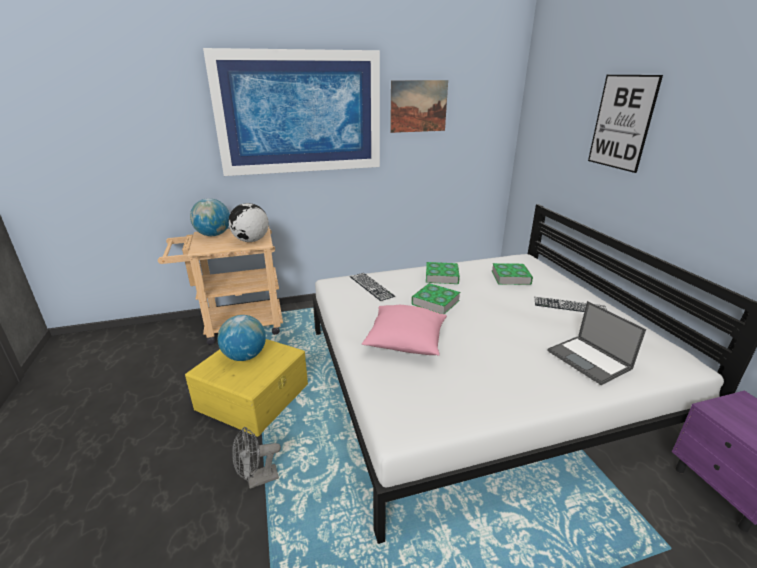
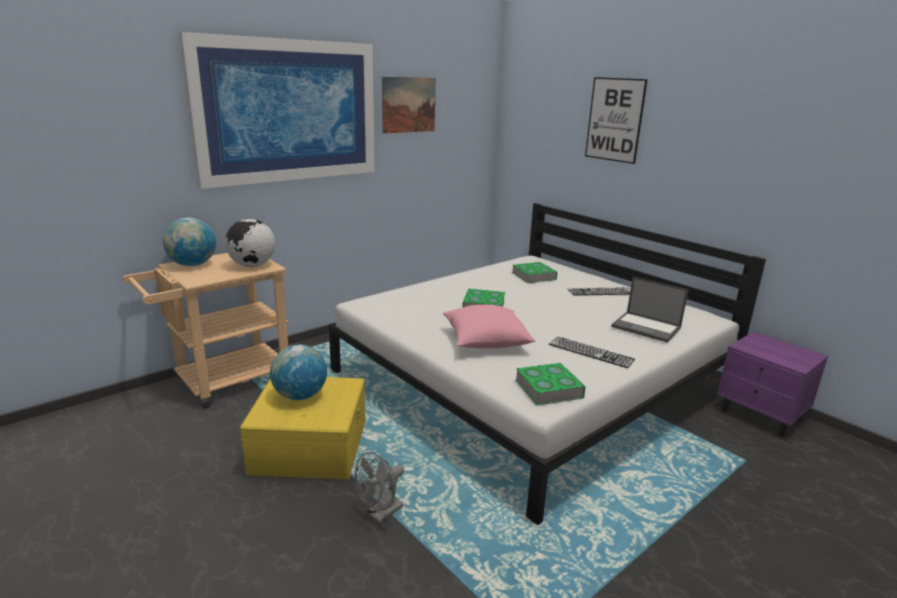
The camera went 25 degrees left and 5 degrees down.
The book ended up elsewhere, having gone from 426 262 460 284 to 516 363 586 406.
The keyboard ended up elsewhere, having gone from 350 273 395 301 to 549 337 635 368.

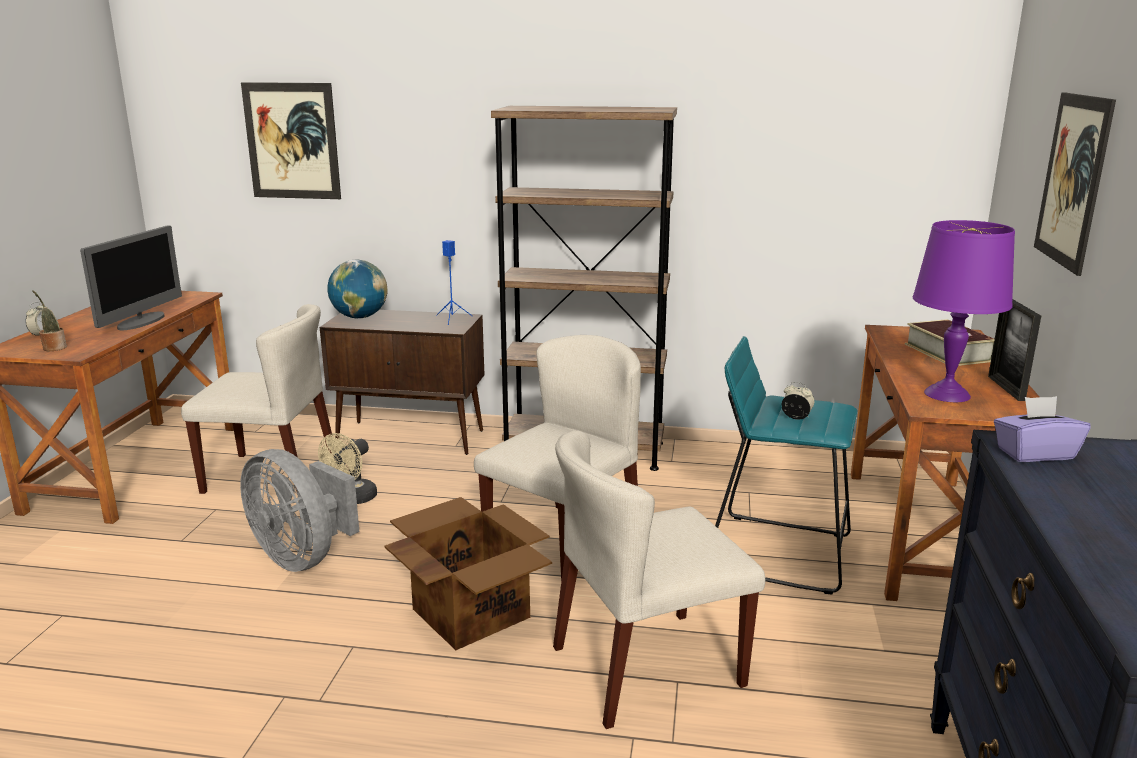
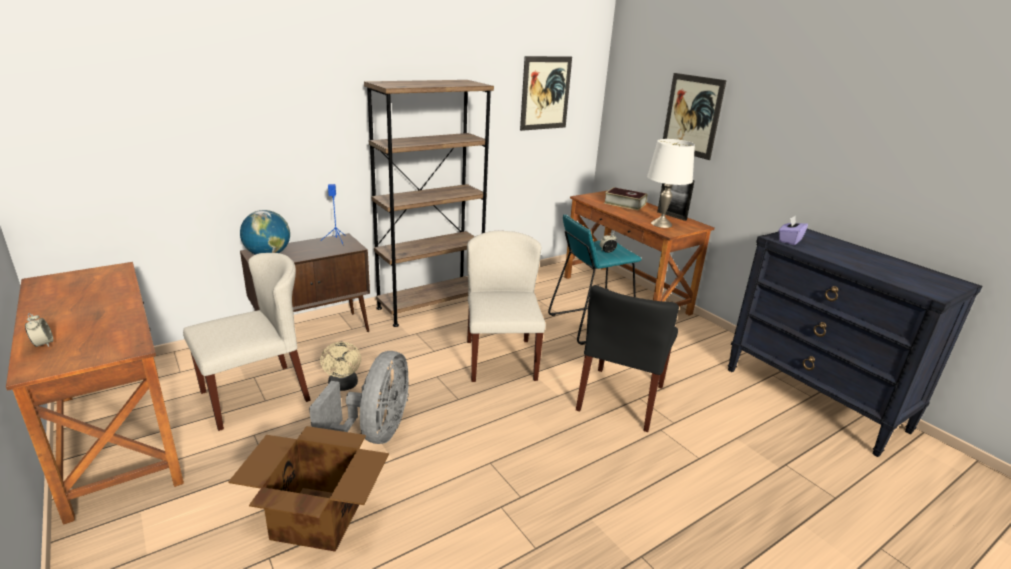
The camera went 45 degrees left and 5 degrees up.
The cardboard box ended up elsewhere, having gone from 384 497 552 650 to 228 426 389 552.
The grey fan at 240 449 359 572 ended up facing another way, 75 degrees counterclockwise from before.
The picture ended up elsewhere, having gone from 241 82 341 199 to 520 56 572 131.
What was the beige chair at 553 431 765 729 turned into the black chair at 576 285 679 432.
What was the purple table lamp at 913 220 1015 402 turned into the white table lamp at 647 139 695 228.
The second view lost the potted plant at 32 290 67 351.
The second view lost the monitor at 80 226 182 330.

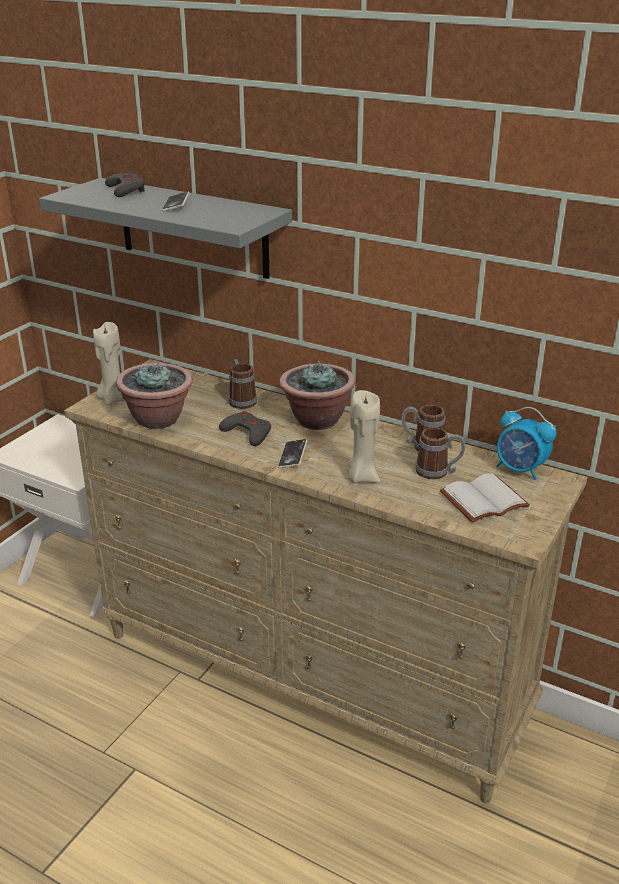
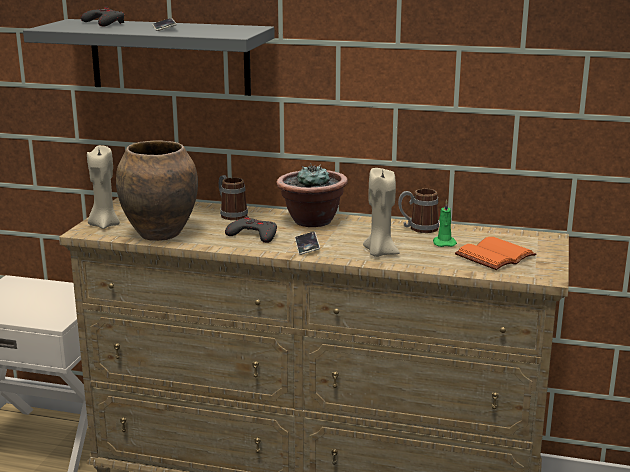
The camera went 15 degrees left and 10 degrees down.
Where the potted plant stood at 116 362 193 429, the brown vase came to stand at 116 141 198 241.
Where the mug stood at 415 427 465 479, the green candle came to stand at 433 200 457 247.
What was the white book at 440 473 530 522 turned into the orange book at 455 237 536 270.
The second view lost the alarm clock at 496 407 557 480.

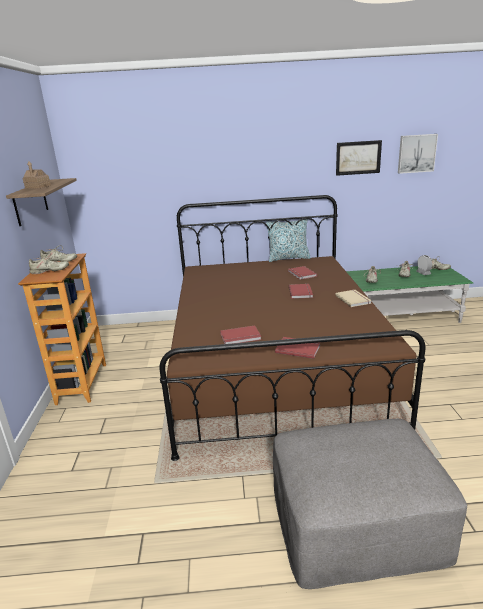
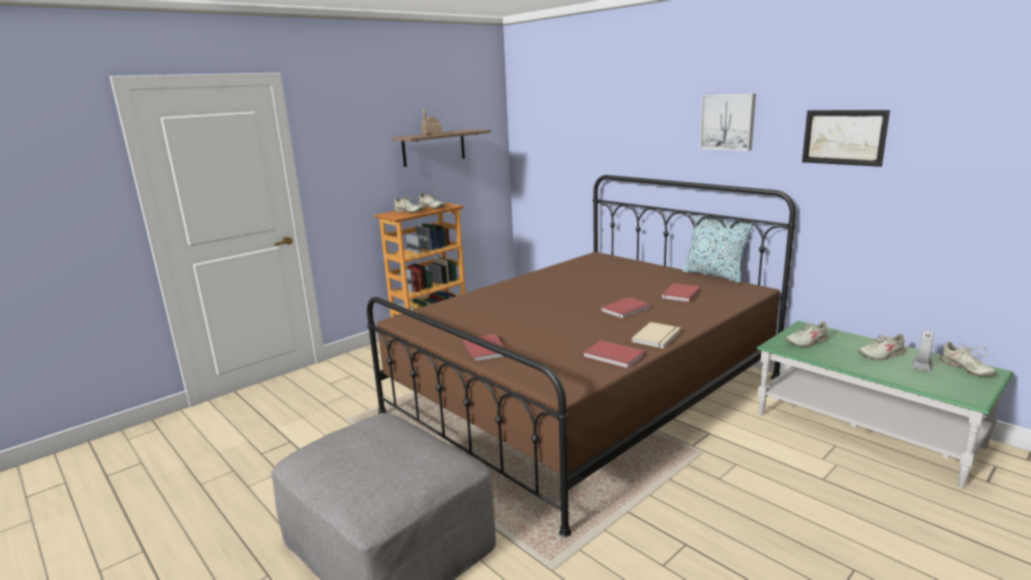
The camera went 50 degrees right and 5 degrees down.
The red book ended up elsewhere, having gone from 220 325 261 344 to 583 340 645 369.
The picture ended up elsewhere, having gone from 398 134 438 174 to 700 94 756 151.

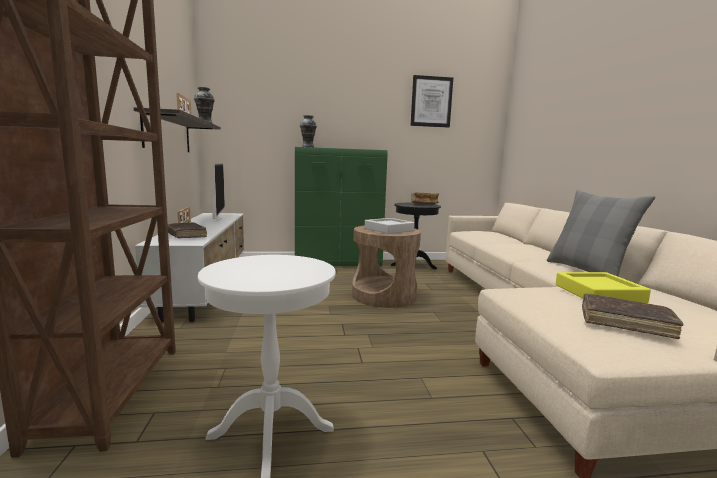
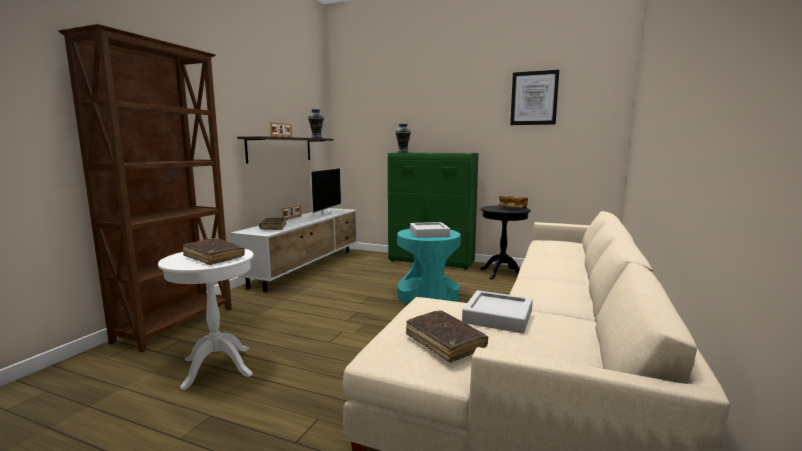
The camera went 30 degrees right and 0 degrees up.
The second view gained the brown book at 183 238 245 265.
What was the brown side table at 352 225 421 308 turned into the turquoise side table at 397 229 461 304.
What was the yellow tray at 556 272 651 303 turned into the grey tray at 462 290 533 334.
The second view lost the grey pillow at 547 190 655 276.

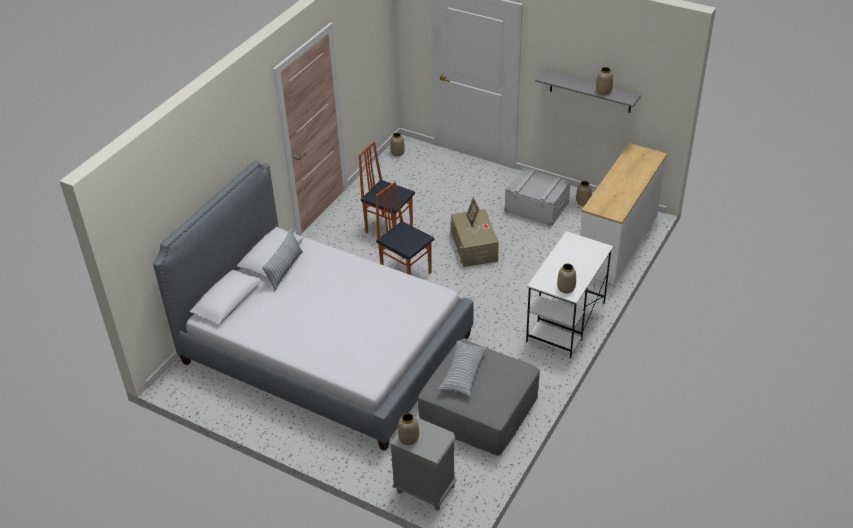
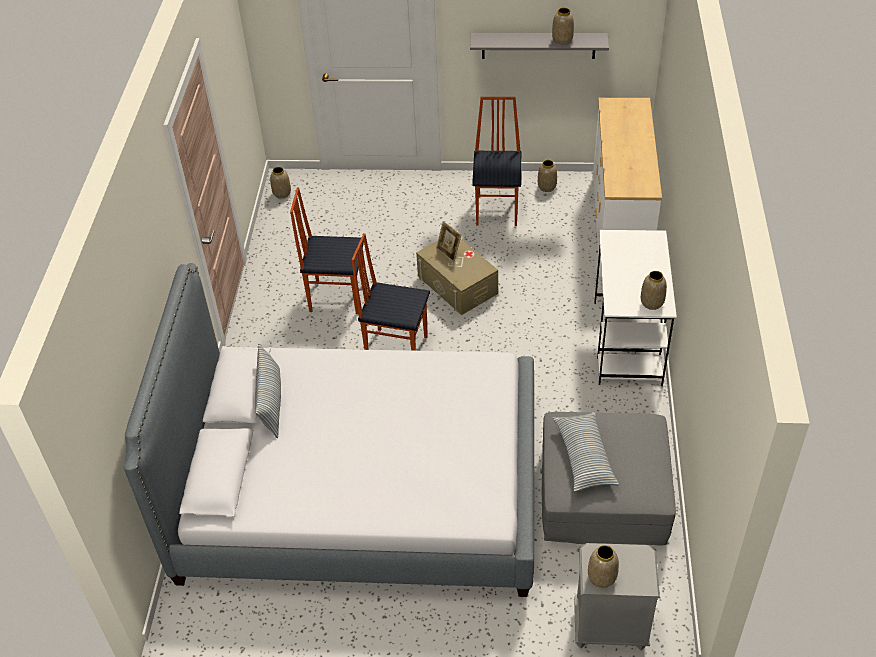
The camera went 25 degrees left and 5 degrees up.
Where the grey storage box stood at 504 168 571 226, the chair came to stand at 472 97 521 226.

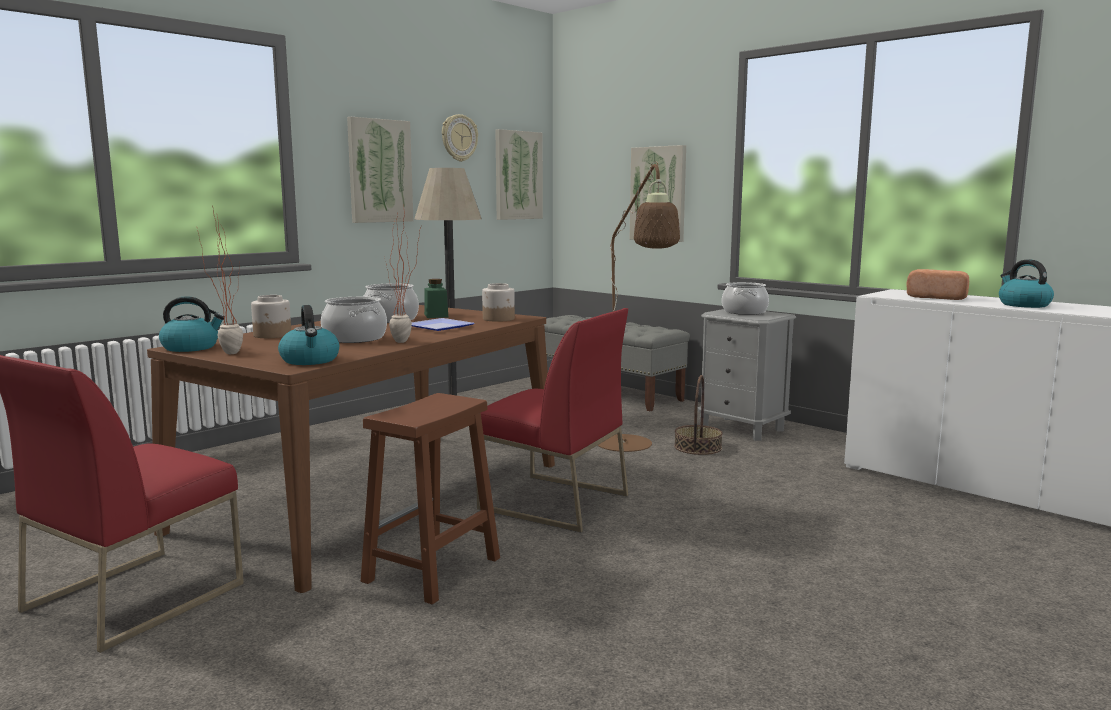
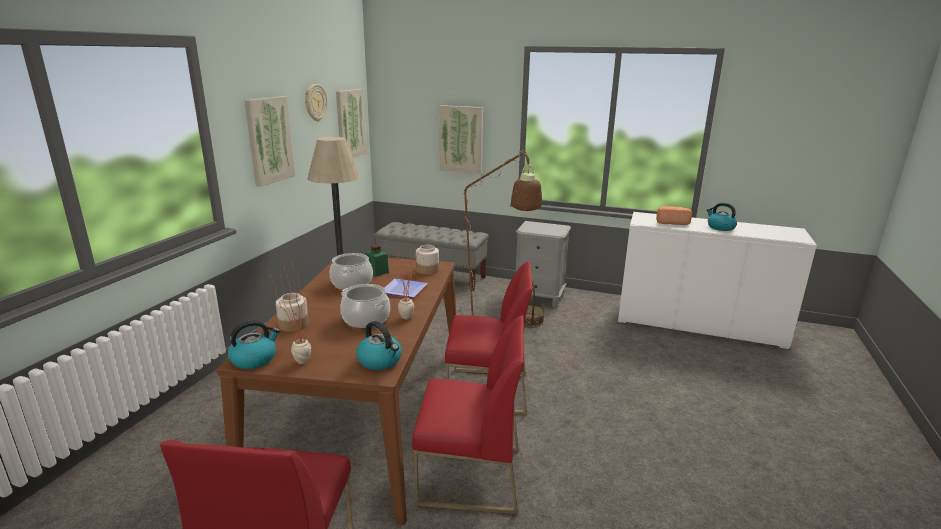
The camera went 25 degrees left and 10 degrees up.
Where the brown stool stood at 361 393 500 605, the red chair came to stand at 412 315 524 514.
The second view lost the cooking pot at 722 282 769 315.

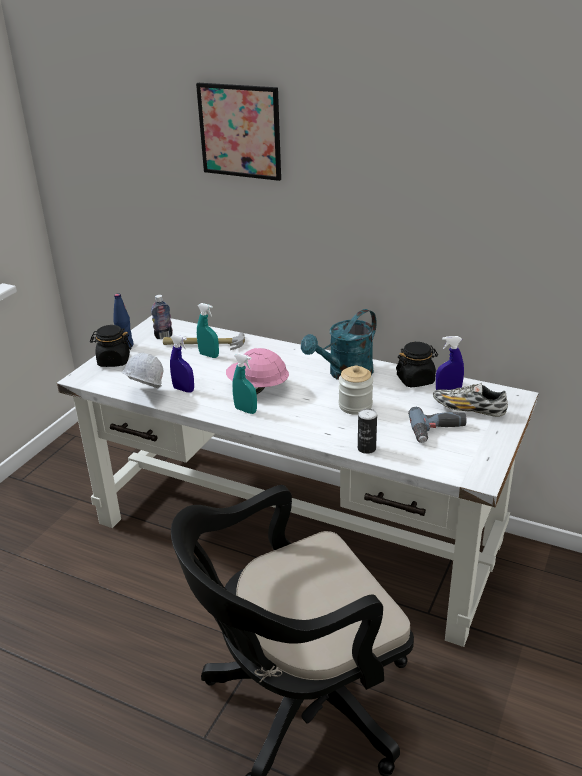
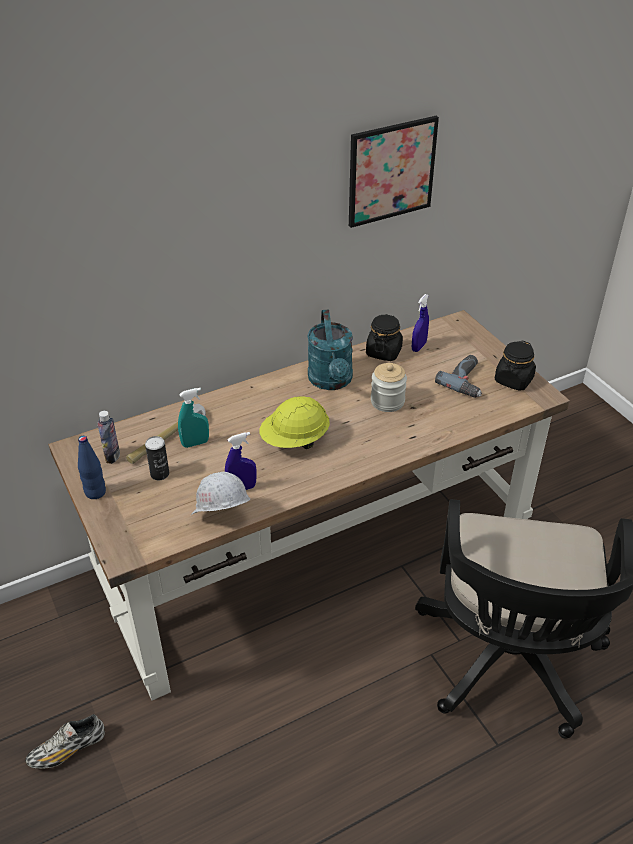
The camera went 55 degrees left and 10 degrees up.
The shoe ended up elsewhere, having gone from 433 383 508 417 to 25 714 105 769.
What was the white desk at 57 315 538 647 turned into the brown desk at 48 310 570 700.
The can ended up elsewhere, having gone from 358 408 377 454 to 145 436 169 480.
What was the pink hard hat at 226 348 289 394 turned into the yellow hard hat at 260 396 330 449.
The picture ended up elsewhere, having gone from 196 83 281 181 to 349 116 439 228.
The black jar ended up elsewhere, having gone from 90 325 132 367 to 495 340 536 391.
The second view lost the turquoise spray bottle at 232 353 257 414.

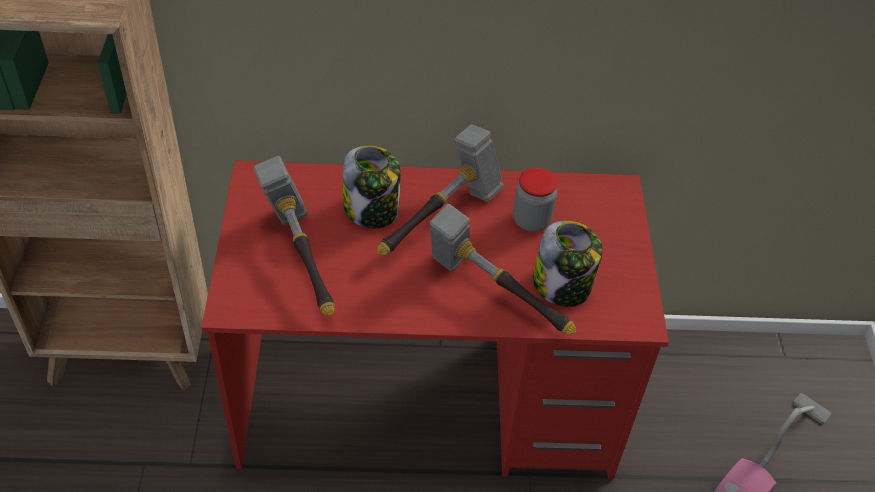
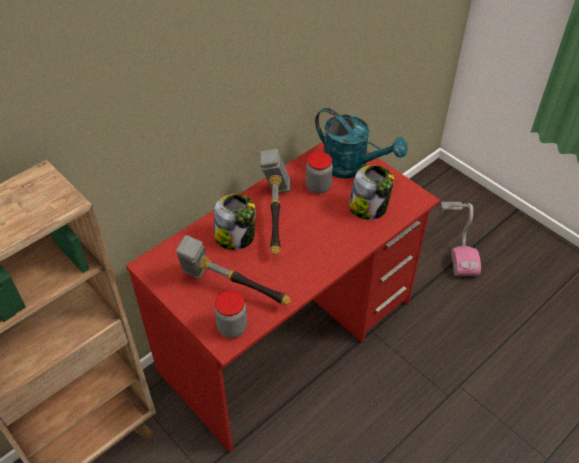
The camera went 40 degrees left and 0 degrees up.
The second view gained the jar at 214 291 247 338.
The second view gained the turquoise watering can at 315 108 408 179.
The second view lost the hammer at 430 204 576 335.

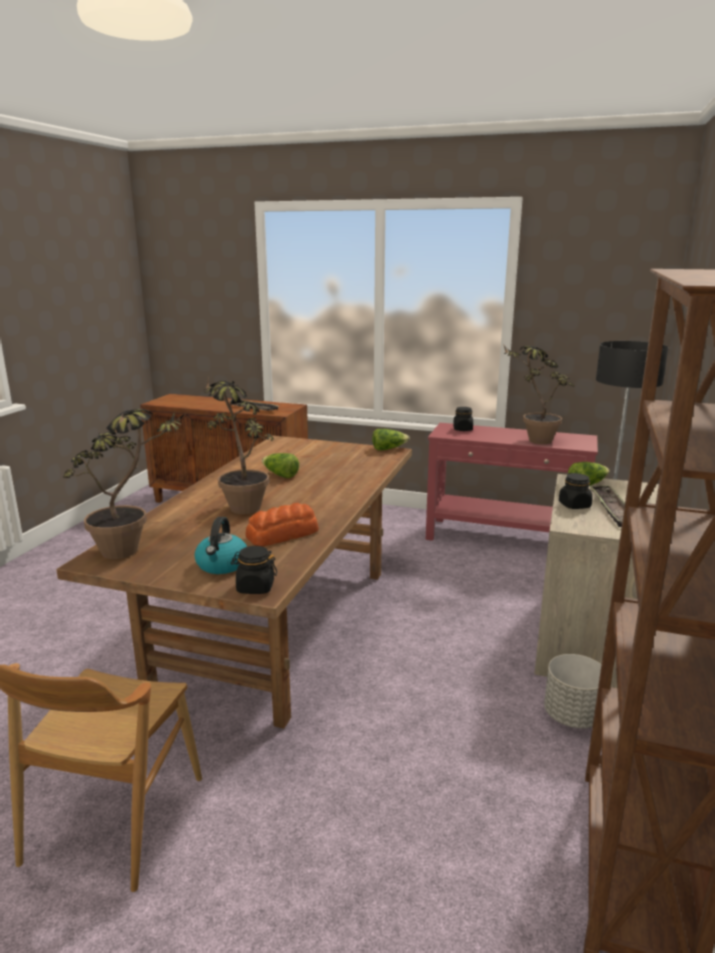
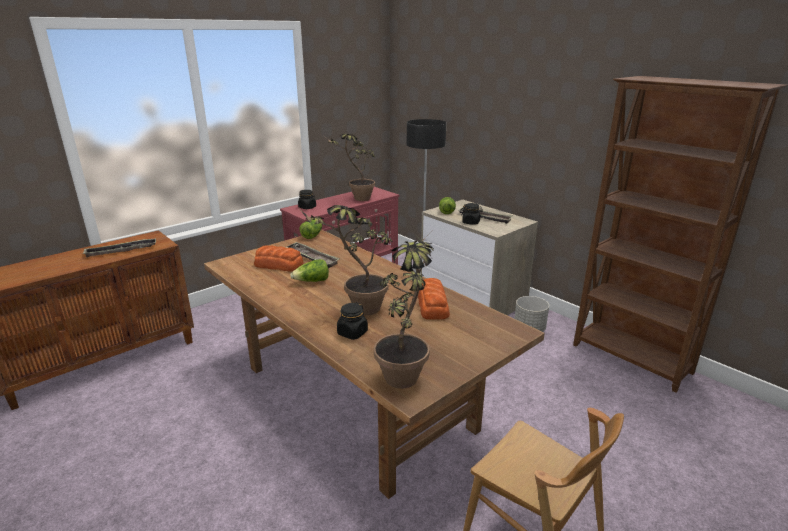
The camera went 60 degrees left and 5 degrees up.
The second view gained the bread at 254 245 304 272.
The second view gained the tray at 286 242 339 268.
The black jar ended up elsewhere, having gone from 231 546 277 594 to 337 302 368 340.
The second view lost the kettle at 195 517 247 574.

